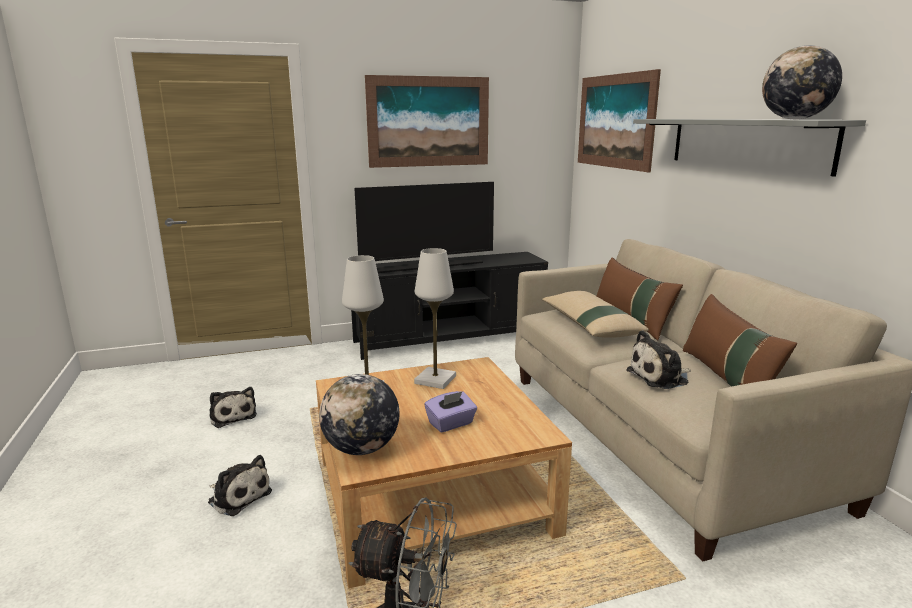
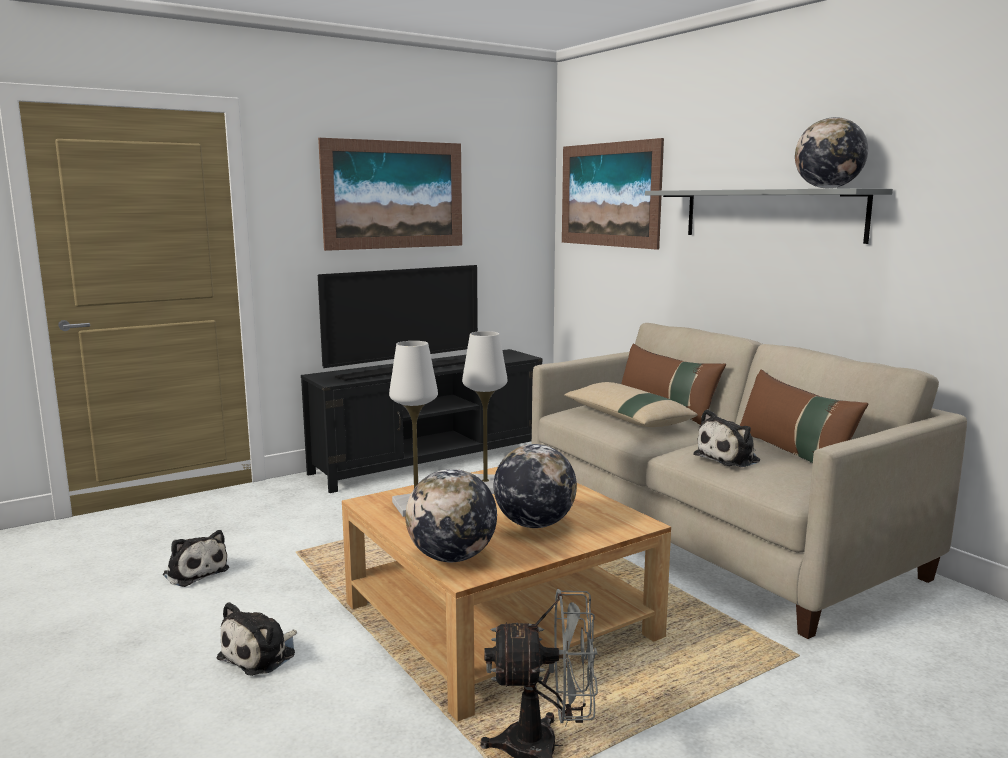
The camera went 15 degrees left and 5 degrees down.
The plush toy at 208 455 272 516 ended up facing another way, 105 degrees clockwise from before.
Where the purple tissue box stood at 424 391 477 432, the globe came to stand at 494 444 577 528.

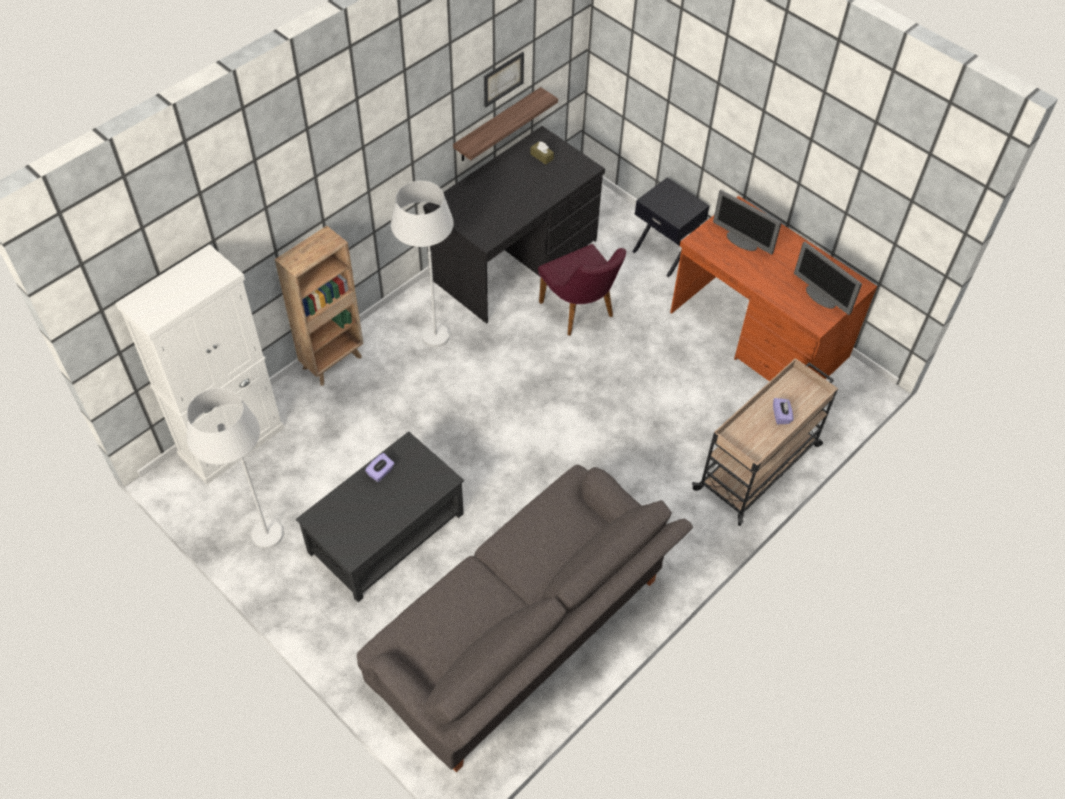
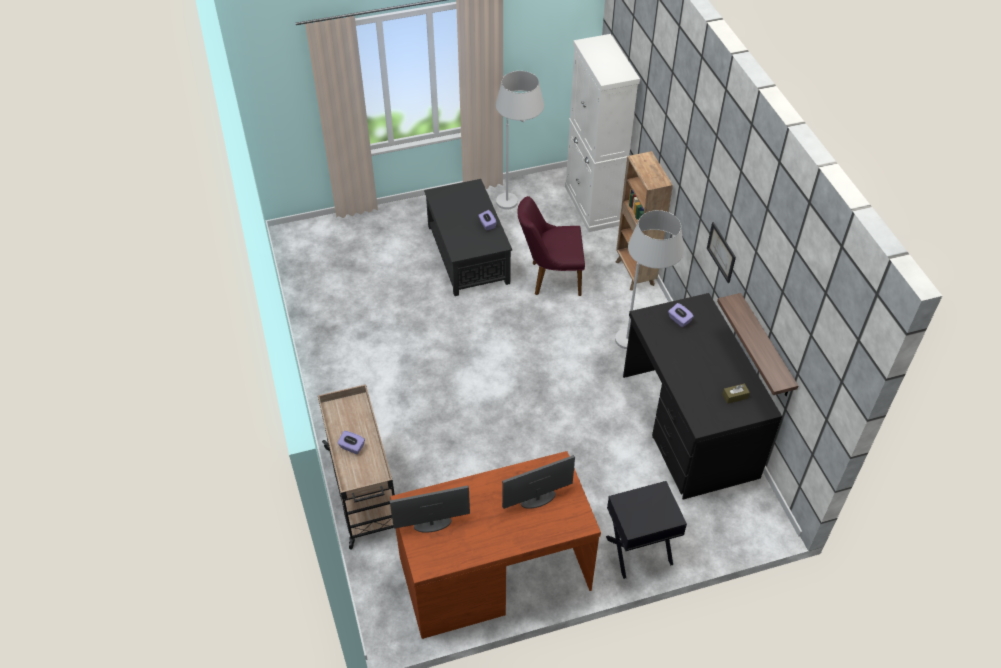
The camera went 120 degrees right and 5 degrees down.
The purple chair ended up elsewhere, having gone from 538 244 626 336 to 517 196 585 296.
The second view gained the purple tissue box at 668 303 694 327.
The picture ended up elsewhere, having gone from 484 52 524 108 to 707 222 736 283.
The second view lost the grey sofa at 357 465 693 772.

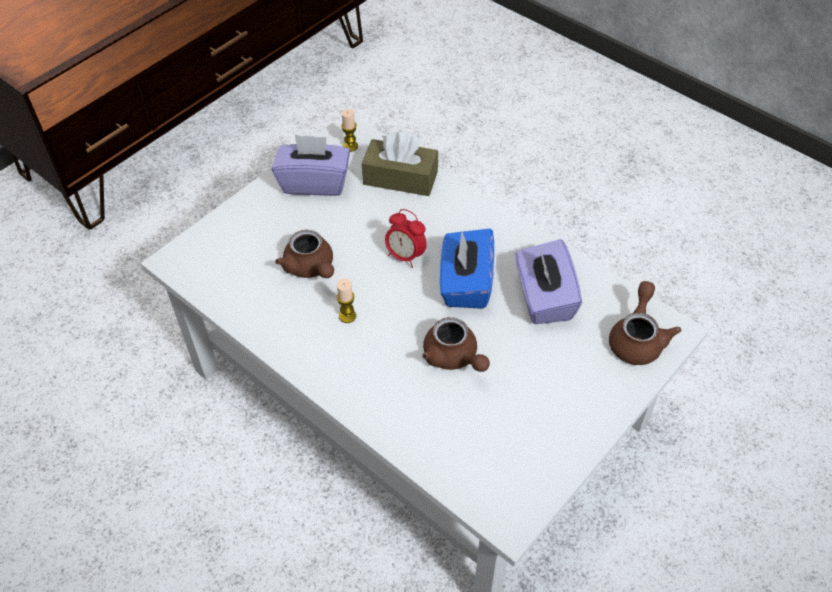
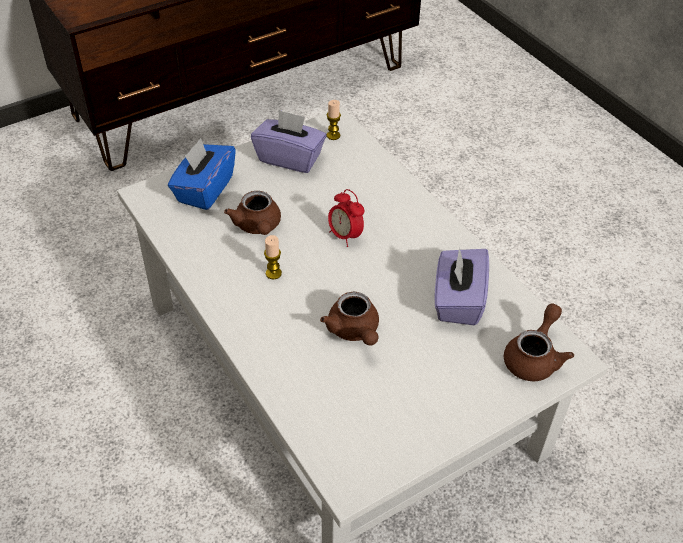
The camera went 15 degrees right and 5 degrees down.
The blue tissue box ended up elsewhere, having gone from 440 229 494 309 to 168 138 236 210.
The second view lost the brown tissue box at 362 132 438 196.

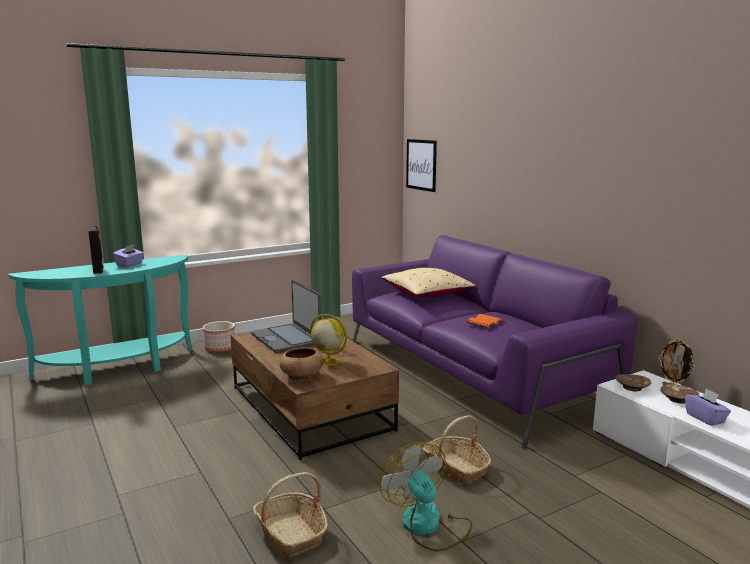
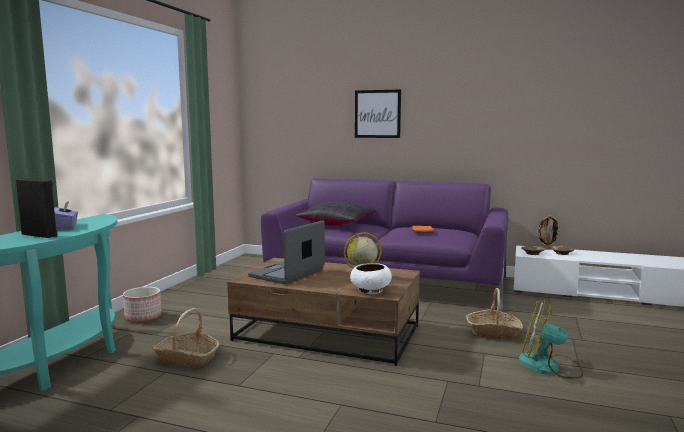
The camera went 40 degrees left and 5 degrees down.
The basket ended up elsewhere, having gone from 253 472 328 556 to 153 308 219 368.
The laptop at 251 280 321 353 ended up facing another way, 105 degrees clockwise from before.
What was the beige pillow at 382 268 476 297 turned into the black pillow at 295 202 375 226.
What was the brown bowl at 279 348 323 381 turned into the white bowl at 350 263 392 294.
The picture ended up elsewhere, having gone from 406 139 437 192 to 355 89 401 138.
The second view lost the purple tissue box at 685 388 731 426.

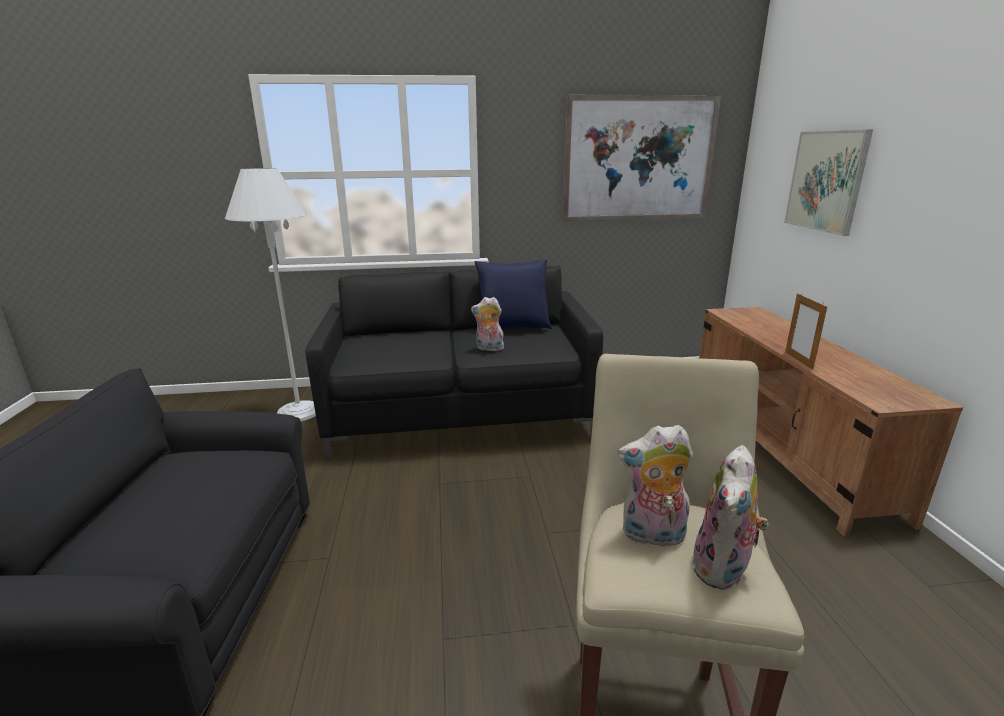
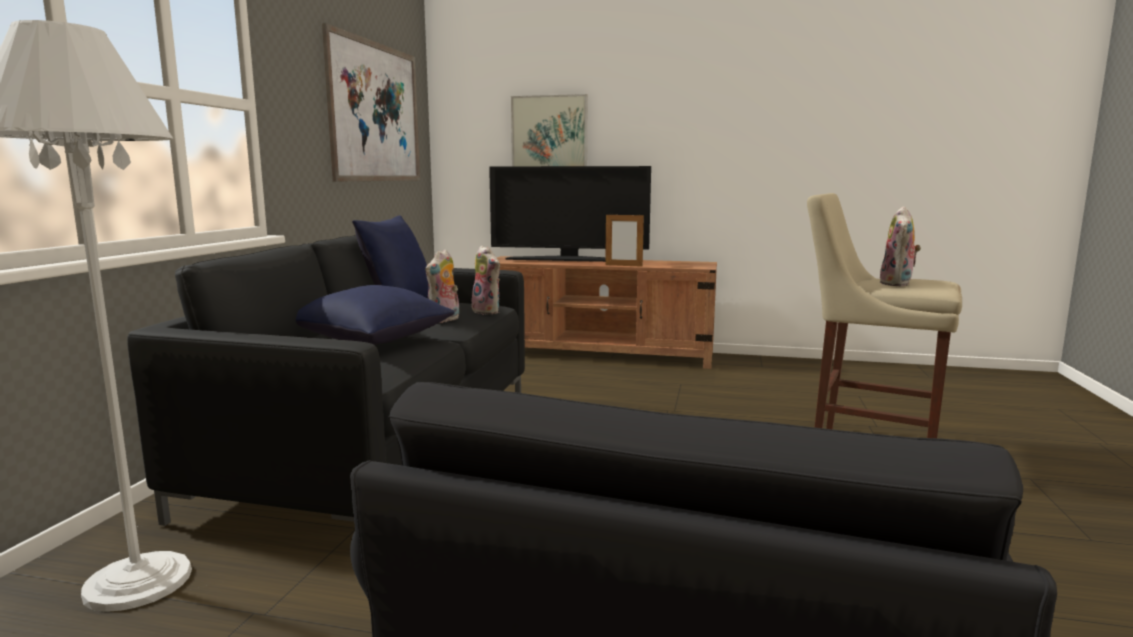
The camera went 70 degrees left and 10 degrees down.
The second view gained the blue pillow at 296 285 455 345.
The plush toy ended up elsewhere, having gone from 692 445 769 590 to 472 246 500 315.
The second view gained the television at 489 166 651 262.

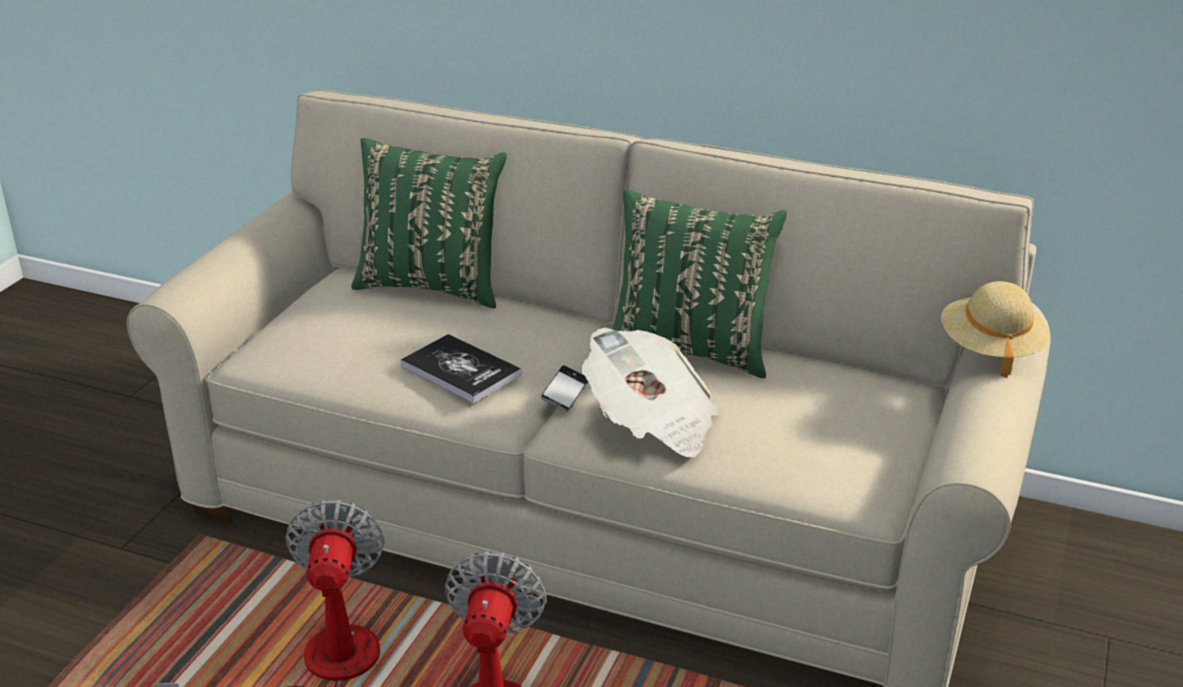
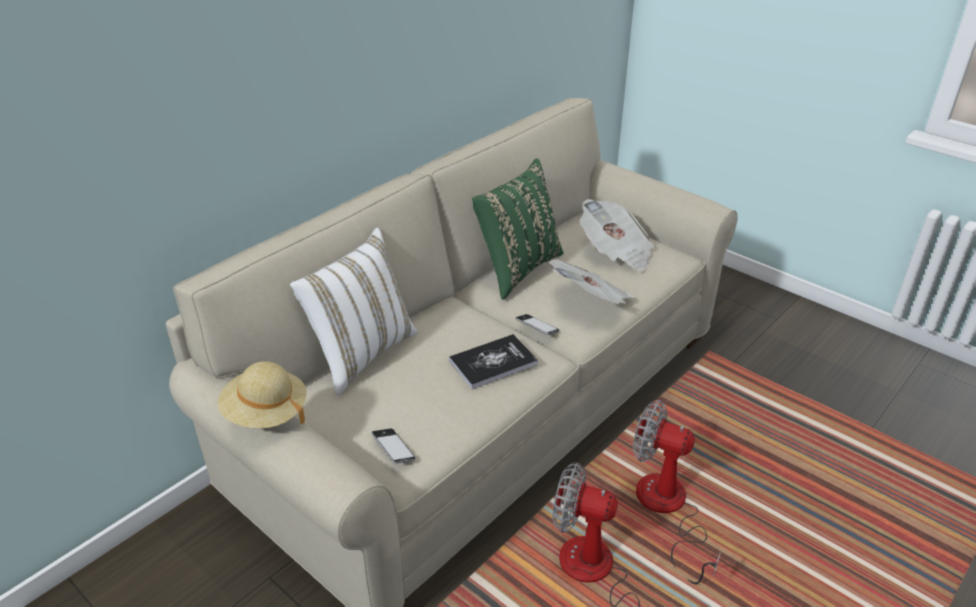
The camera went 70 degrees left and 5 degrees up.
The beige hat ended up elsewhere, having gone from 941 281 1050 378 to 218 361 307 428.
What was the green pillow at 351 138 507 308 turned into the white pillow at 290 228 418 396.
The second view gained the phone at 371 429 415 464.
The second view gained the newspaper at 580 199 654 271.

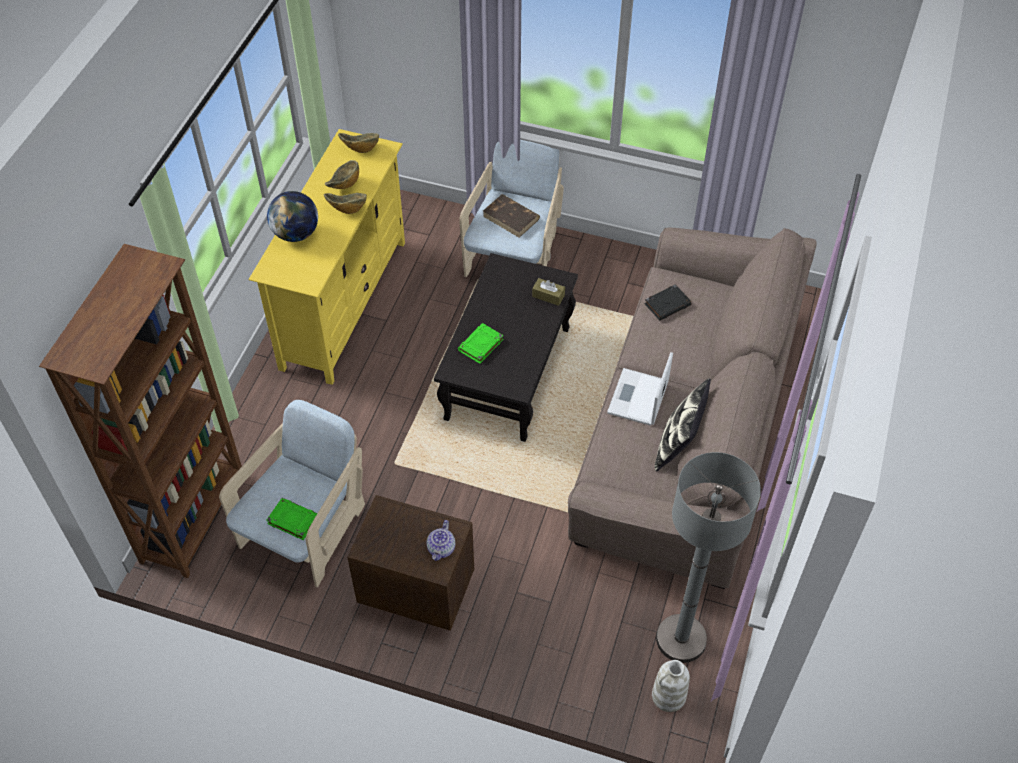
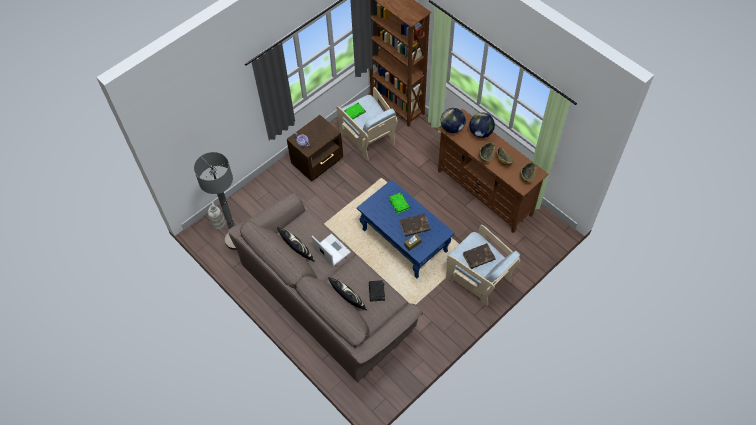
The camera went 120 degrees right and 5 degrees up.
The second view gained the pillow at 328 277 367 310.
What was the black coffee table at 434 253 578 442 turned into the blue coffee table at 357 179 455 278.
The second view gained the brown book at 400 213 431 237.
What was the yellow tv stand at 248 129 405 385 turned into the brown tv stand at 437 109 549 233.
The second view gained the globe at 441 108 466 133.

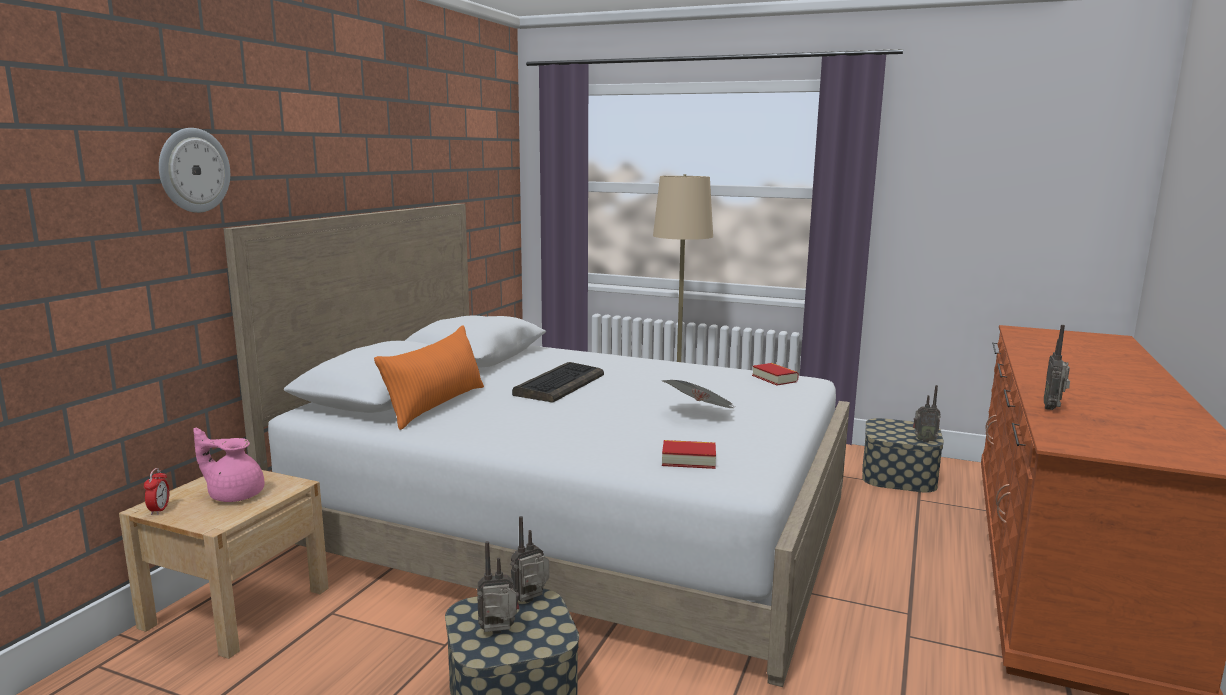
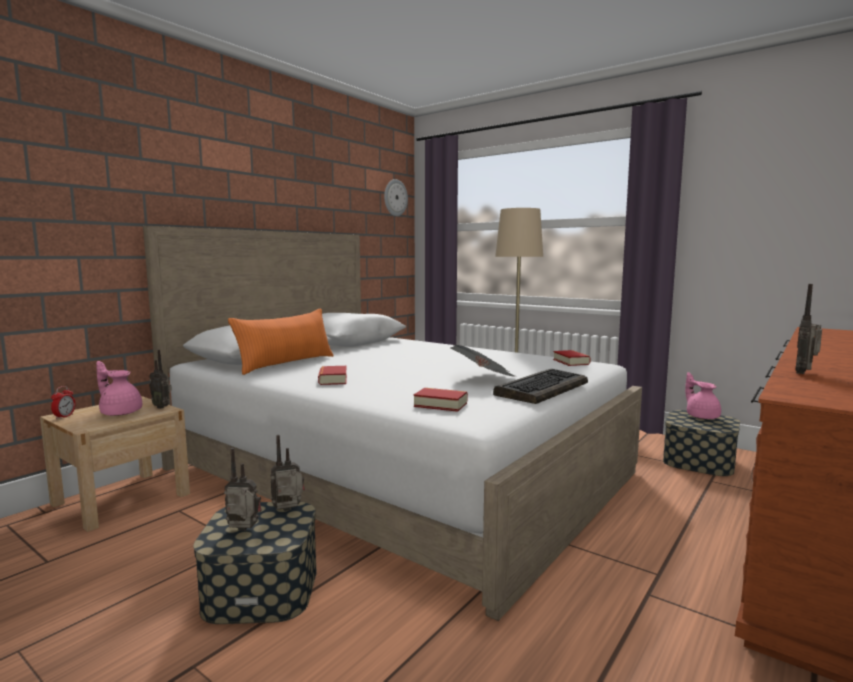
The camera went 15 degrees right and 5 degrees down.
The radio ended up elsewhere, having gone from 913 385 941 443 to 149 350 172 409.
The second view gained the book at 318 366 347 385.
The wall clock ended up elsewhere, having gone from 159 128 230 213 to 384 179 408 216.
The keyboard ended up elsewhere, having gone from 512 362 604 403 to 493 369 588 404.
The second view gained the pink teapot at 685 372 721 419.

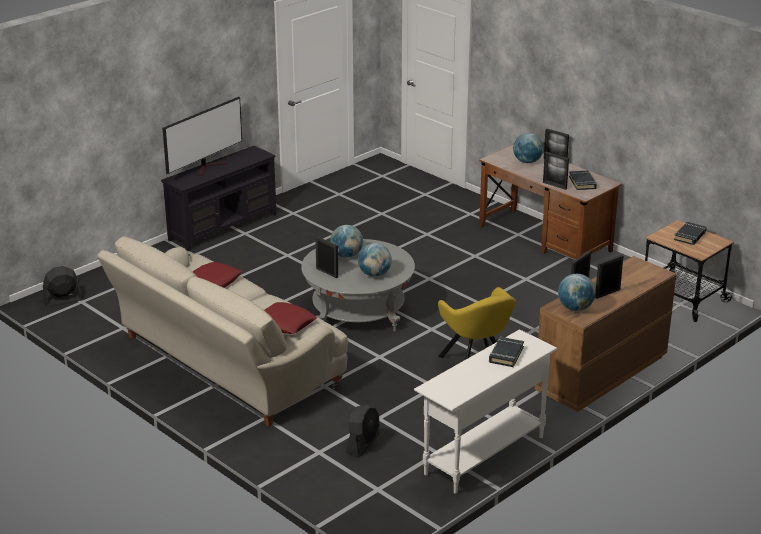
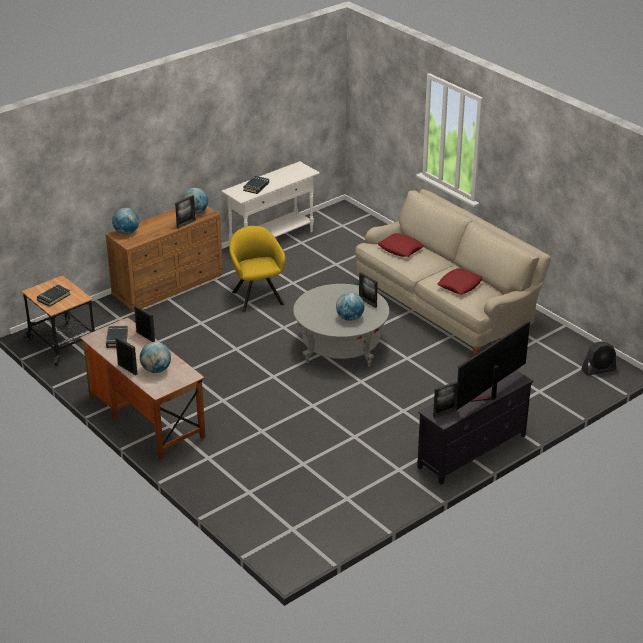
The camera went 175 degrees left and 5 degrees up.
The globe ended up elsewhere, having gone from 358 243 392 277 to 112 208 139 235.
The picture frame ended up elsewhere, having gone from 595 255 623 299 to 433 381 457 418.
The second view lost the black fan at 346 405 380 457.

